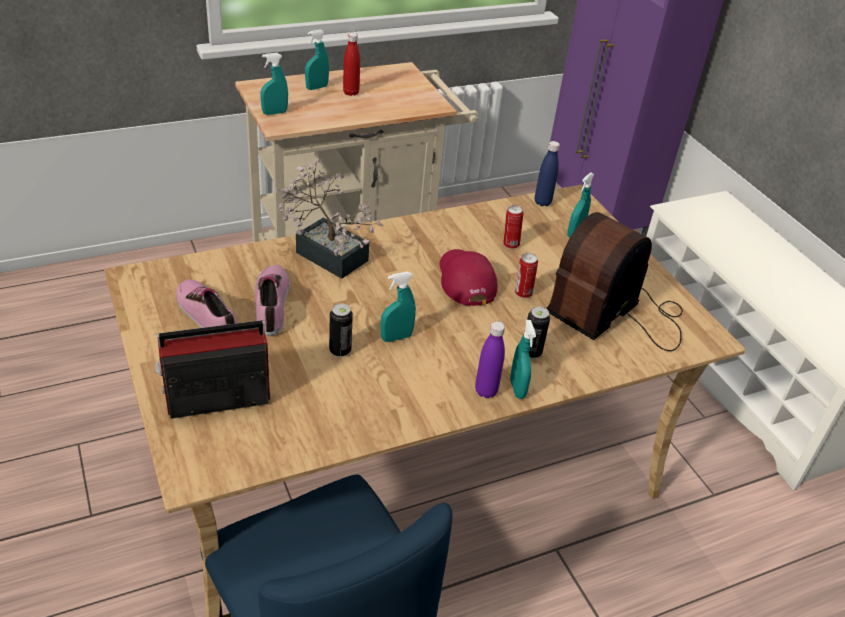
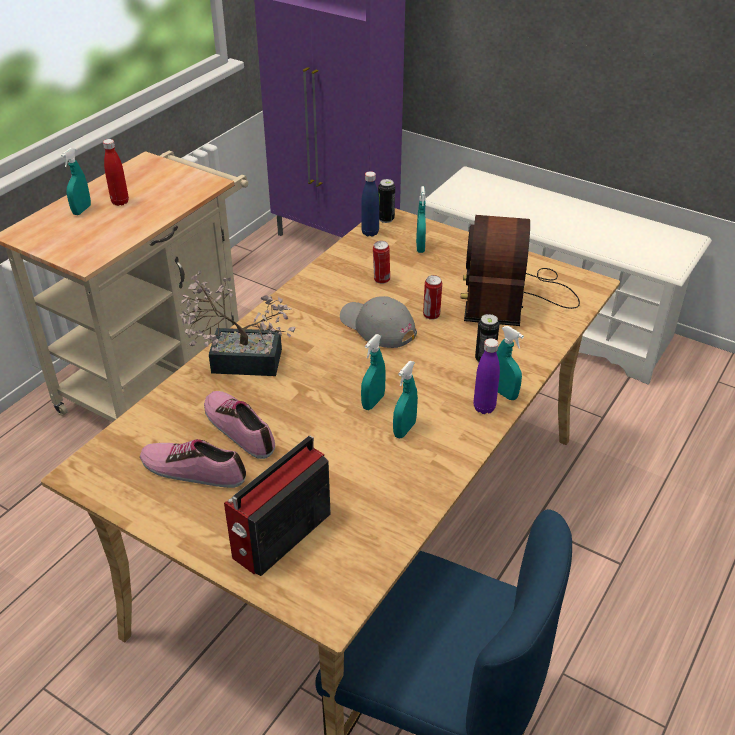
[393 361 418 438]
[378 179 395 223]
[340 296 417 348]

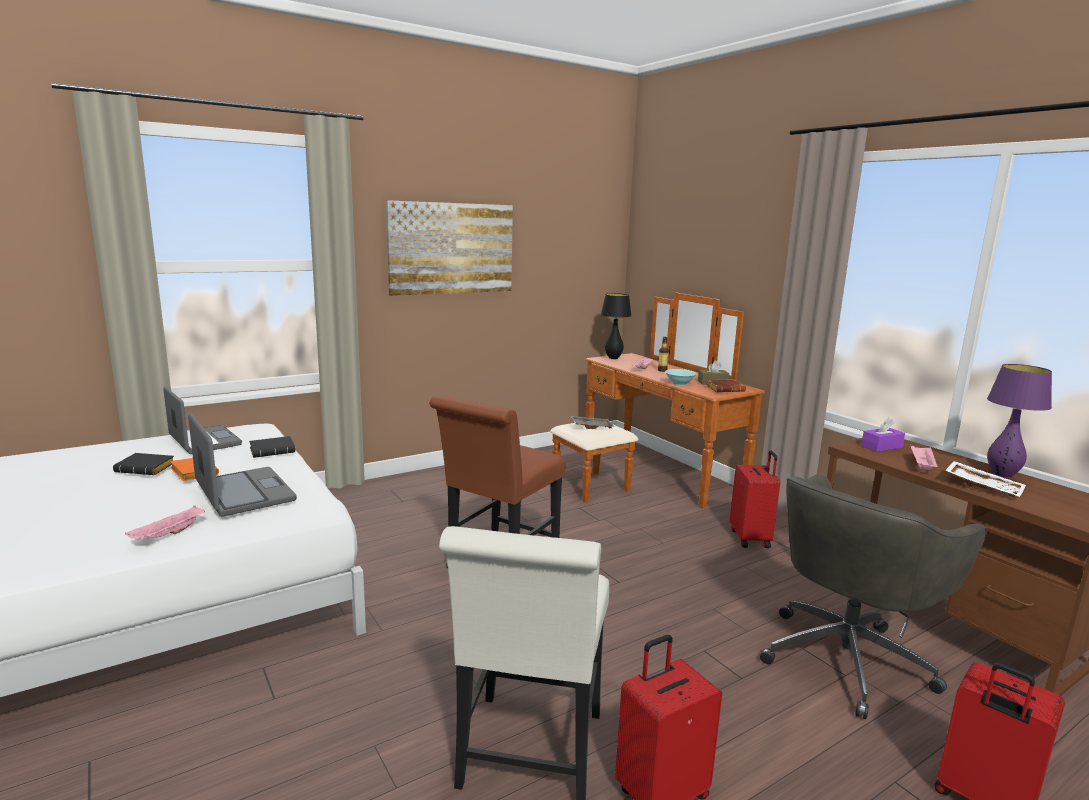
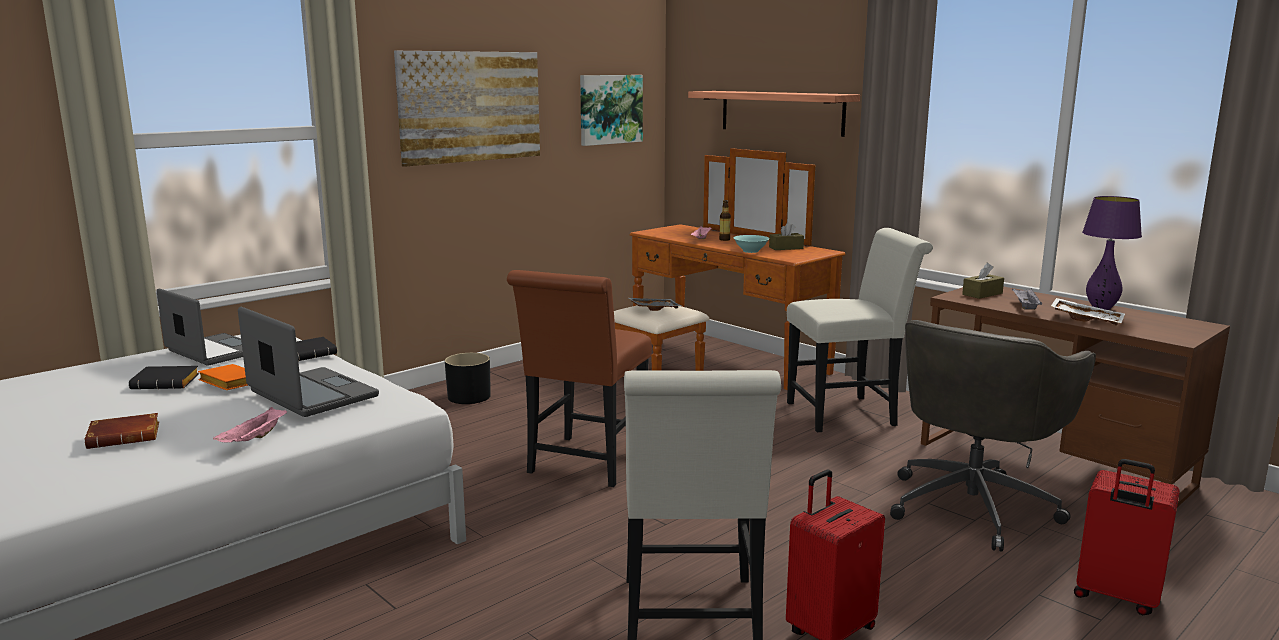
[601 293 632 359] (first image)
[445 353 491 404]
[580 75 643 146]
[688 91 860 137]
[85 413 159 449]
[787 228 933 432]
[962 263 1004 299]
[1012 288 1042 310]

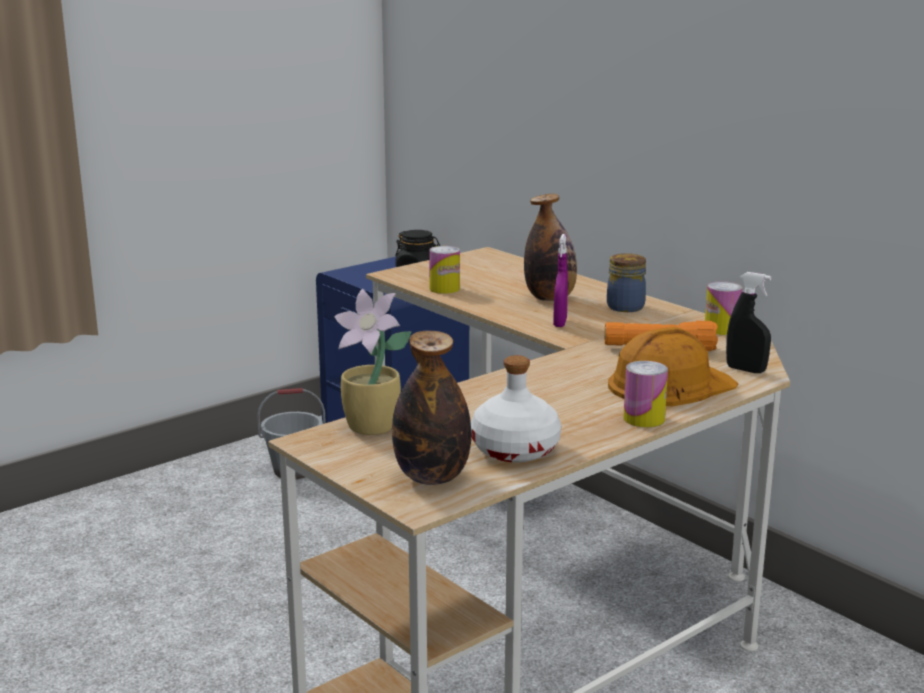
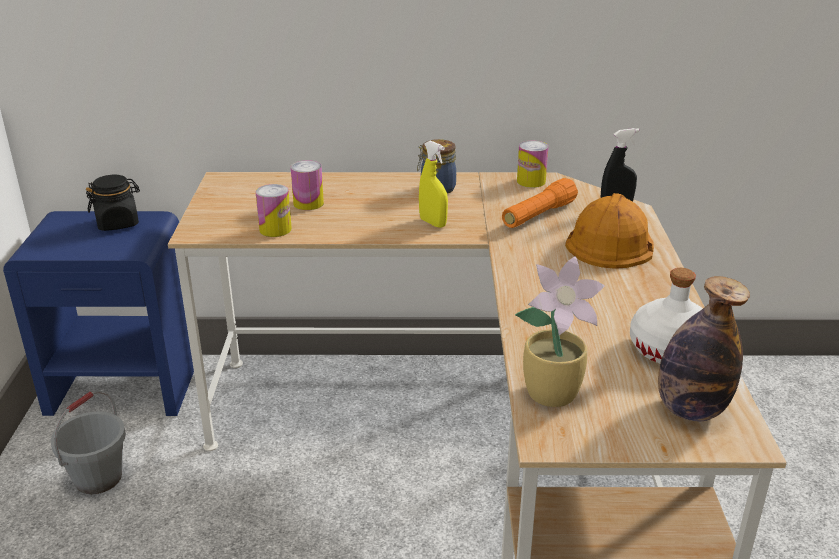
[524 194 577 301] (first image)
[291 160 324 210]
[419 140 448 228]

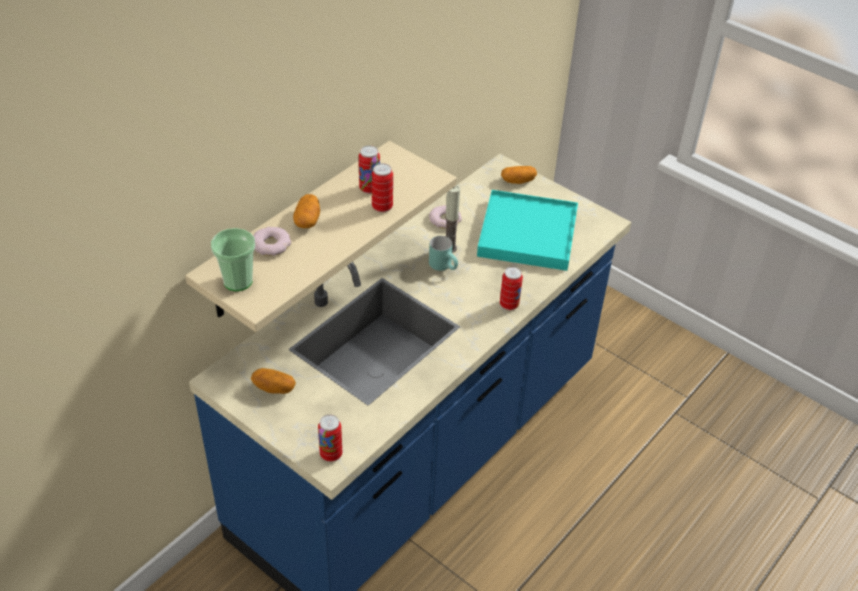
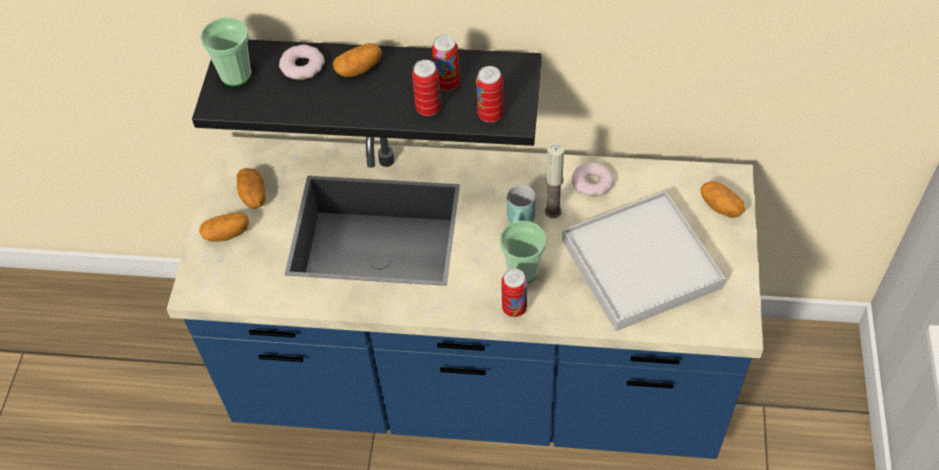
[199 212 249 242]
[500 221 547 283]
[476 66 503 123]
[192 40 542 146]
[562 191 725 331]

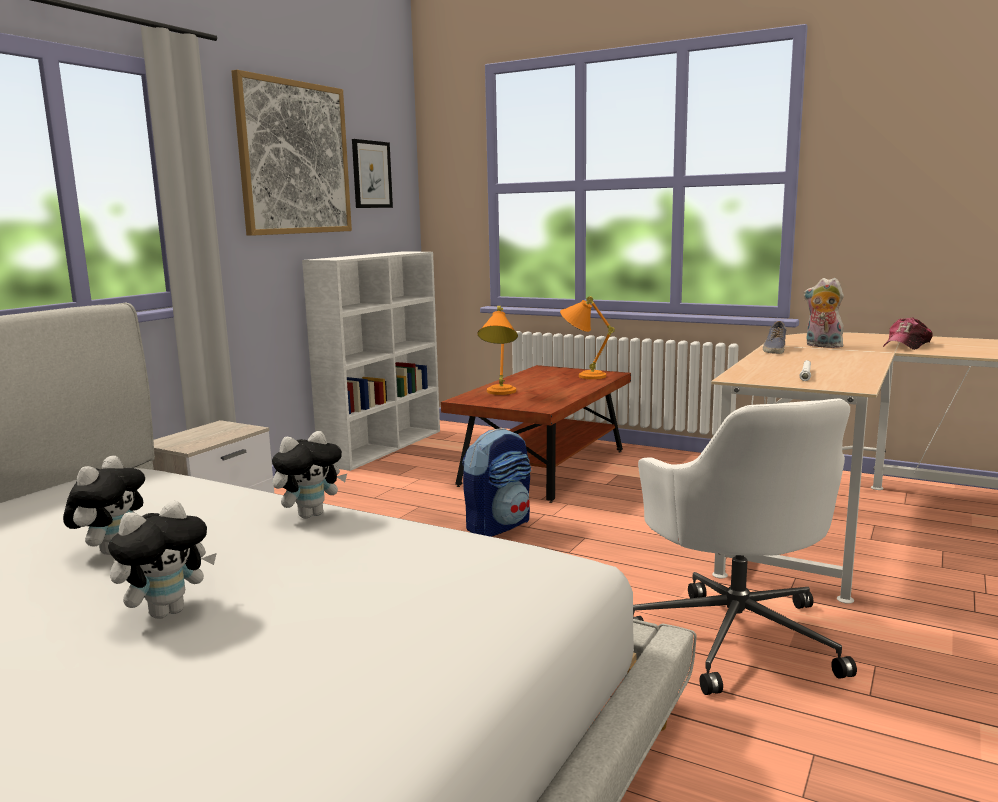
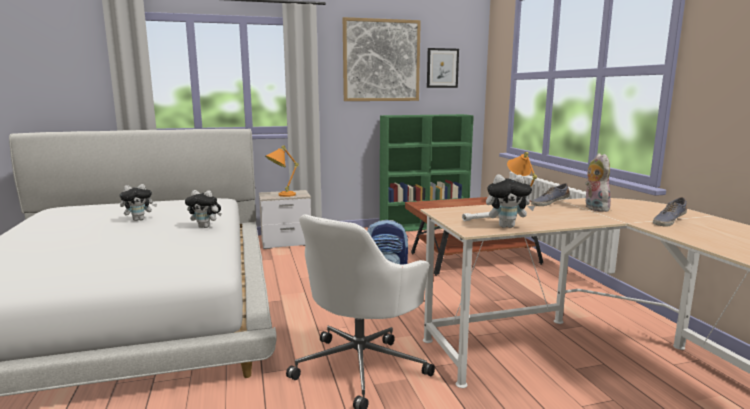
[486 174 535 228]
[265 145 299 197]
[653 197 687 227]
[380 114 474 231]

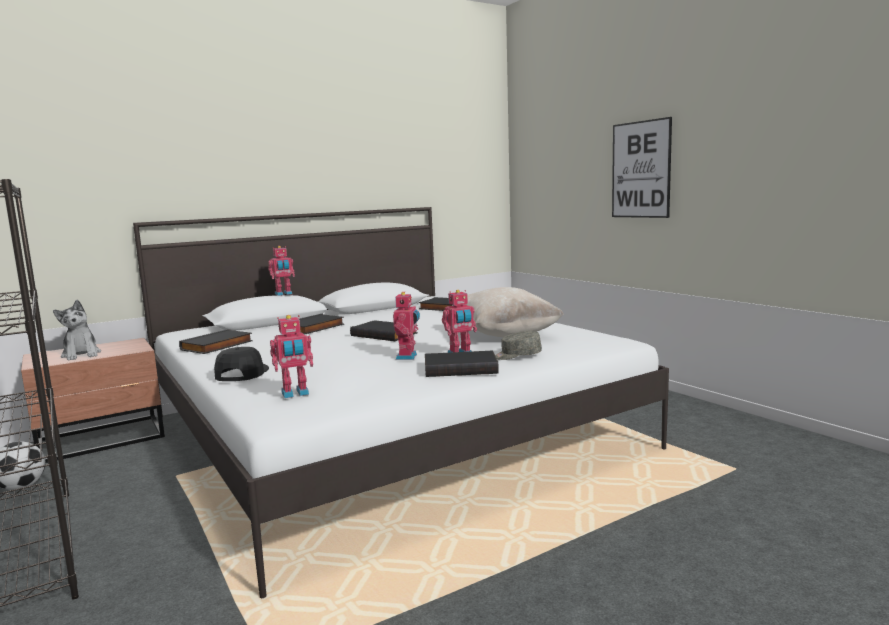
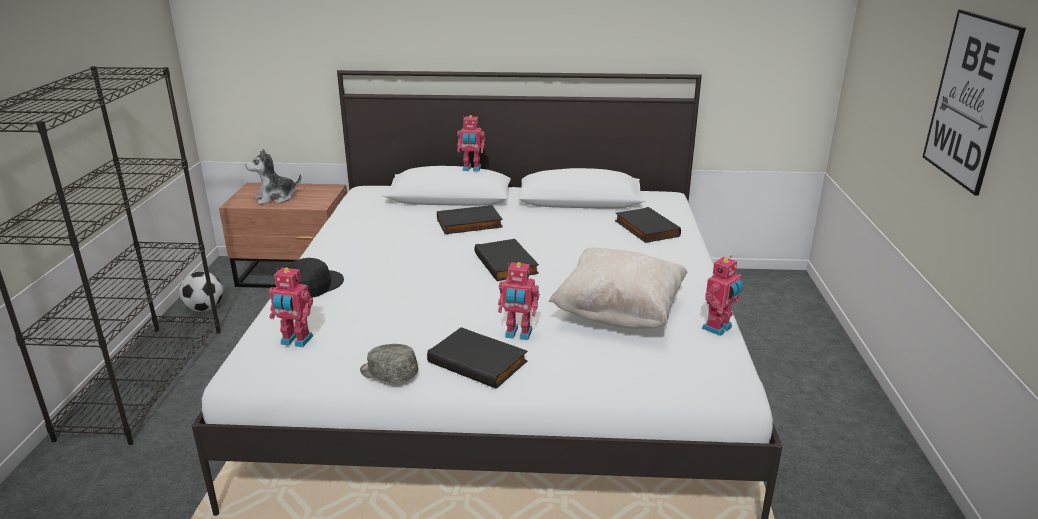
[179 329 253 354] (first image)
[702 256 743 336]
[360 344 418 383]
[246 149 301 205]

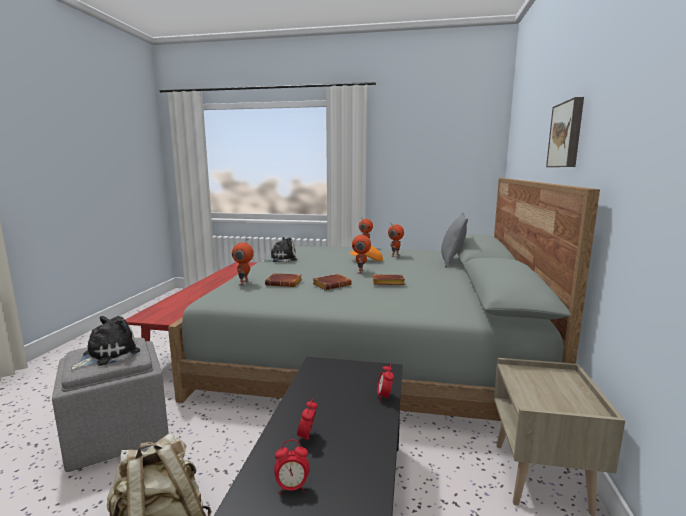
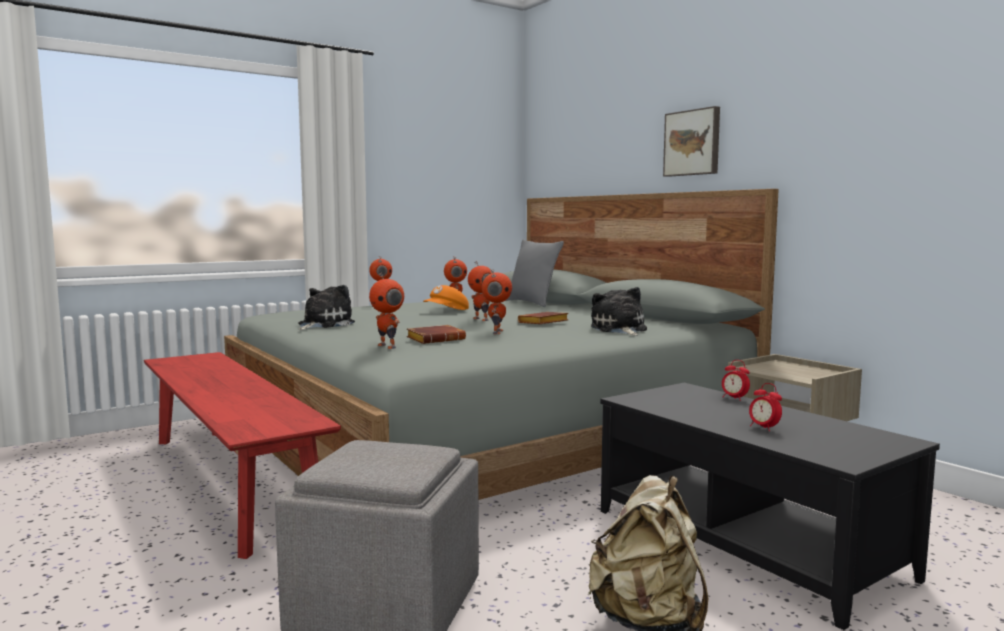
[274 440 310 495] (first image)
[591 287 647 335]
[482 269 512 334]

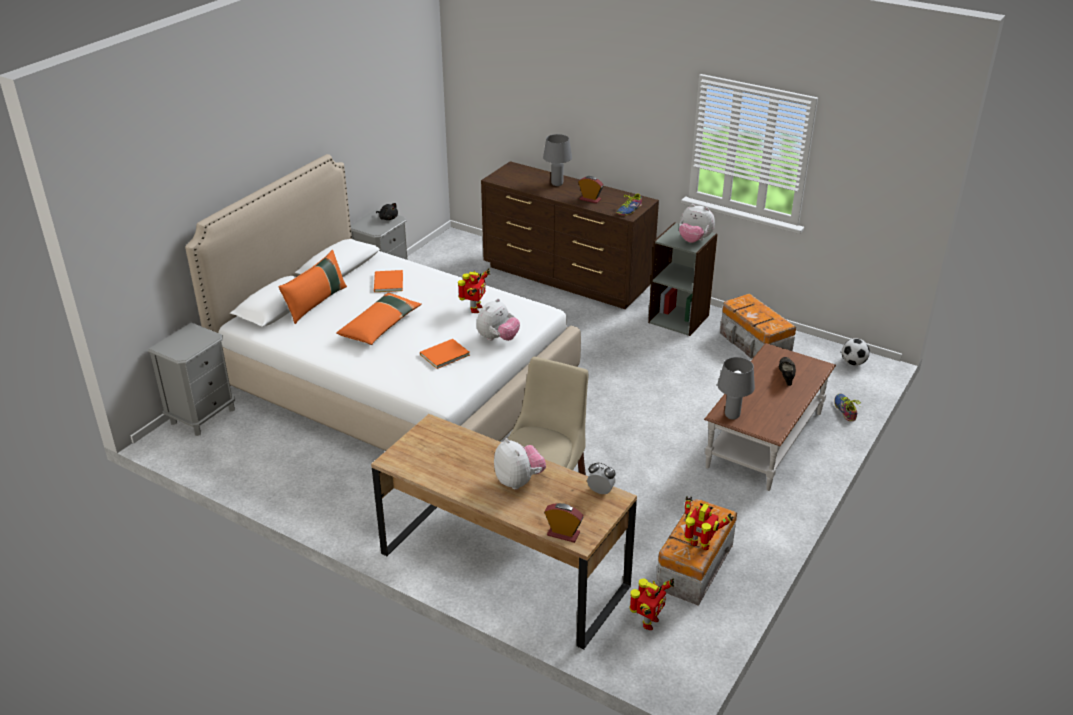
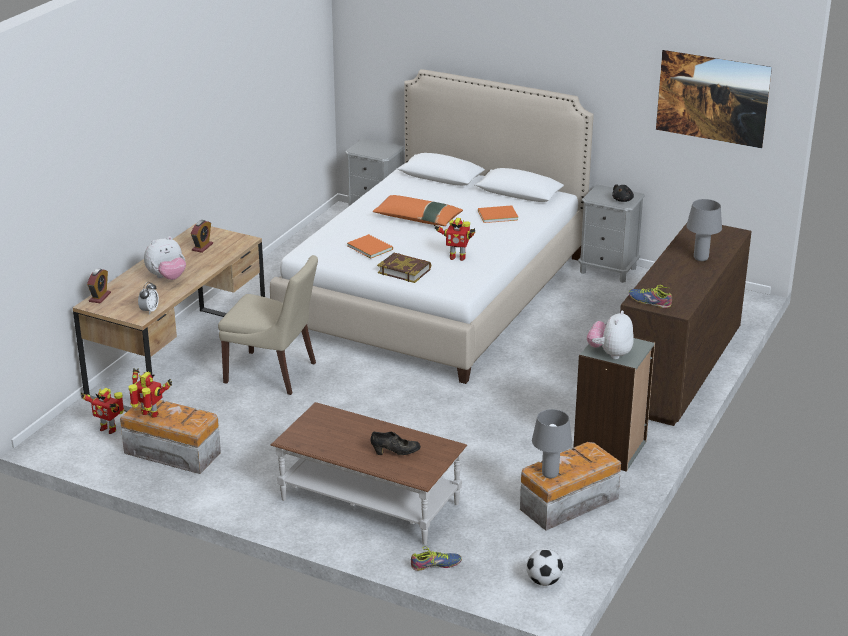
[278 250 347 324] (first image)
[656 50 772 148]
[191 220 213 253]
[532 409 572 479]
[377 253 431 283]
[129 368 172 418]

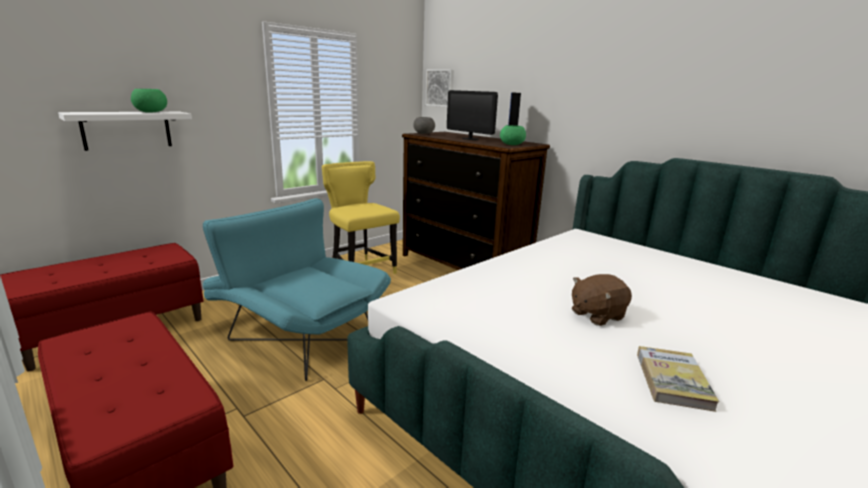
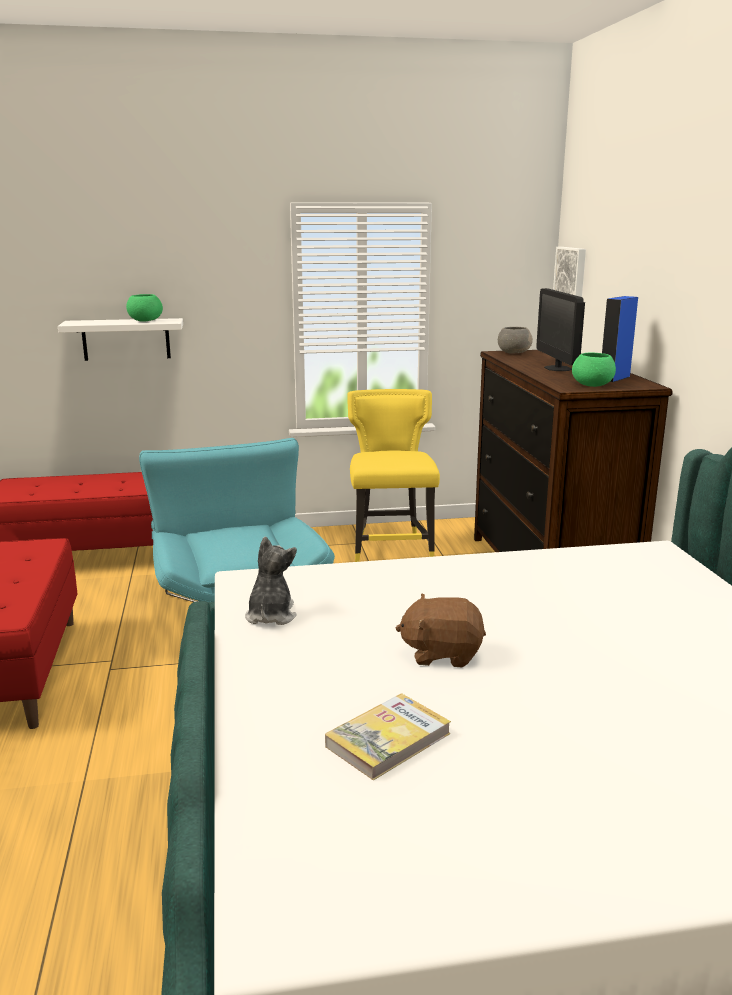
[245 537 297 625]

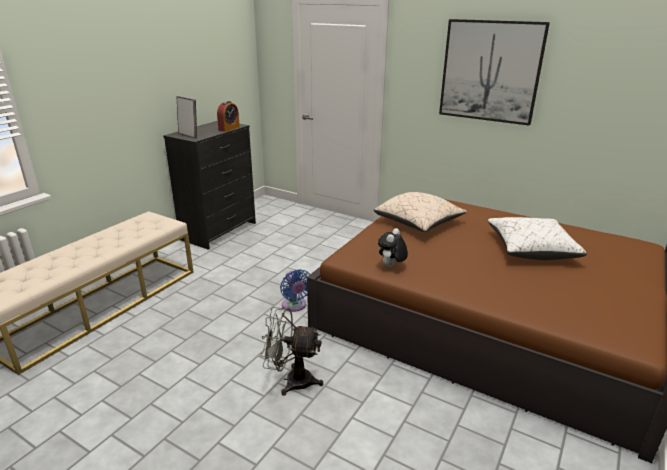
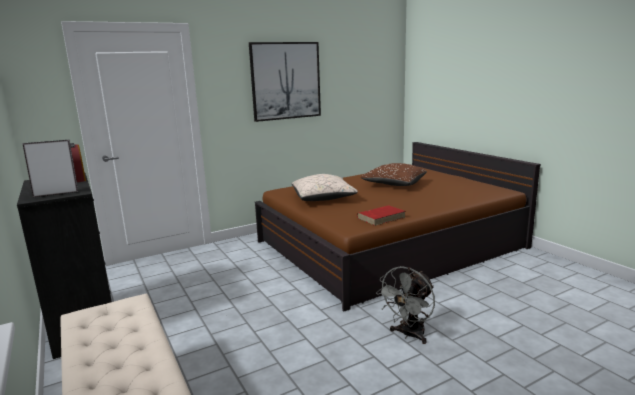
[280 269 310 312] (first image)
[357 205 406 226]
[361 163 427 186]

